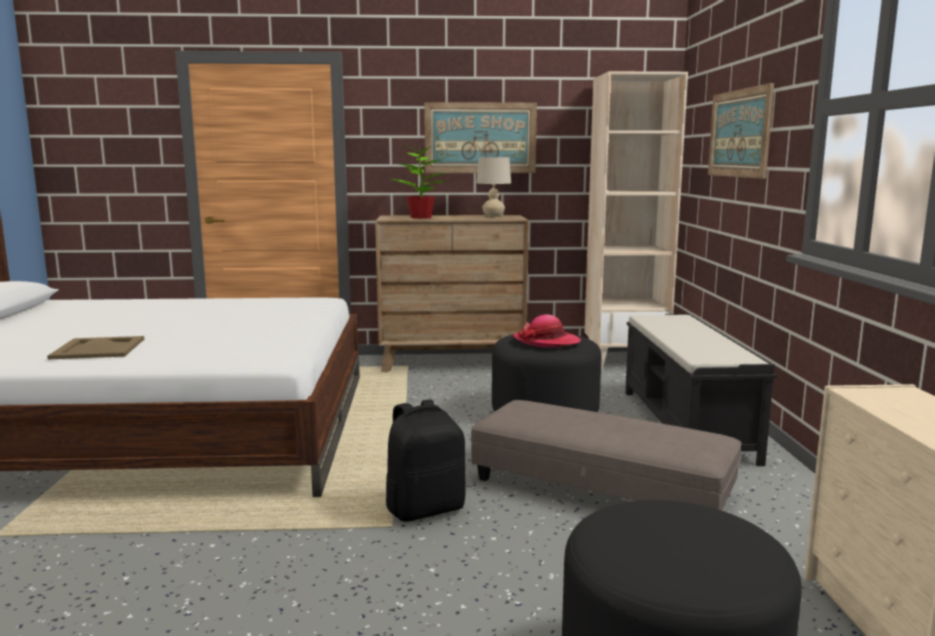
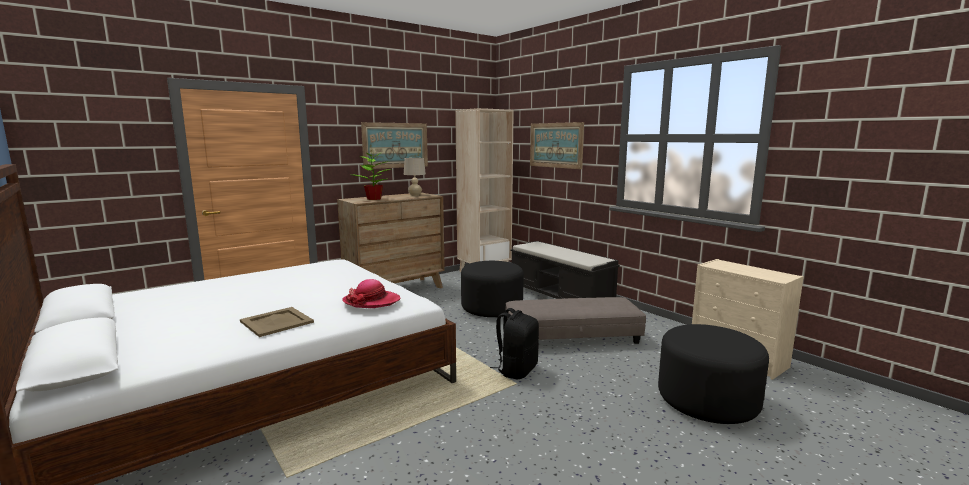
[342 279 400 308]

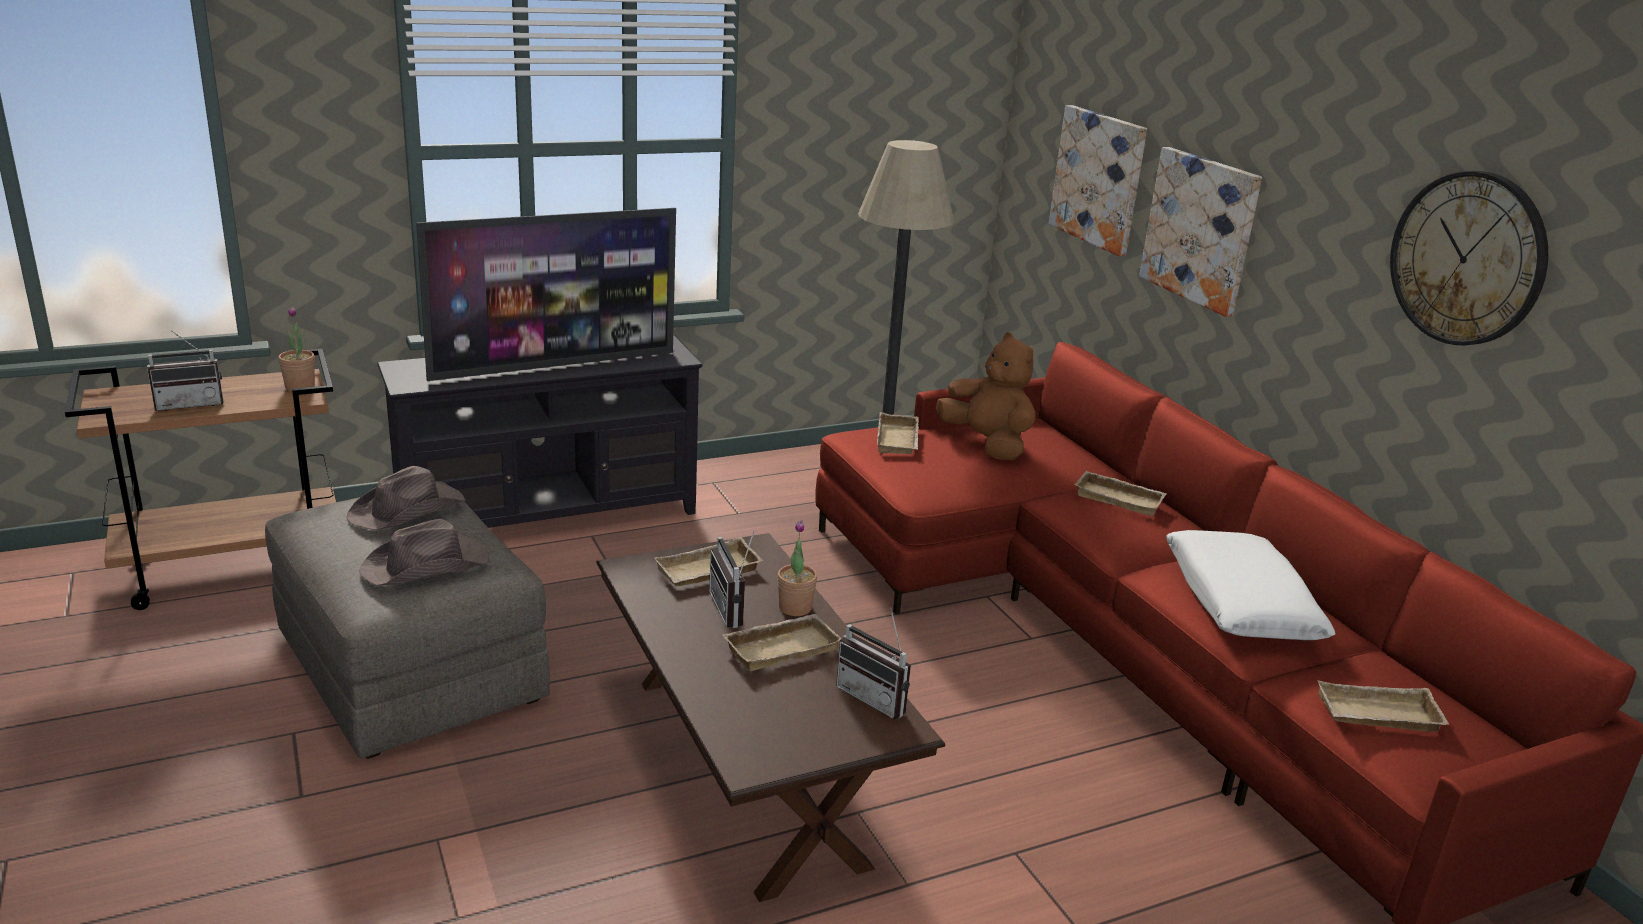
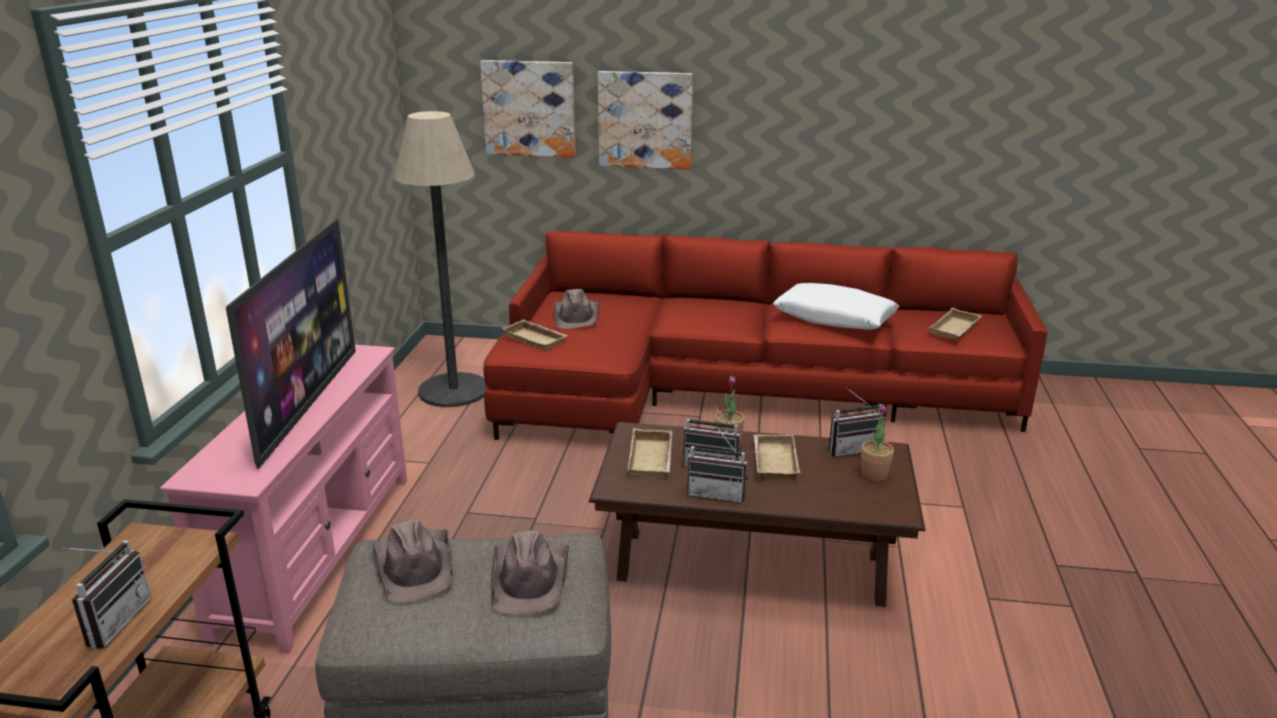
[1074 471 1167 516] (first image)
[1390 171 1548 345] (first image)
[687 426 748 502]
[861 404 894 482]
[554 289 600 329]
[160 345 407 653]

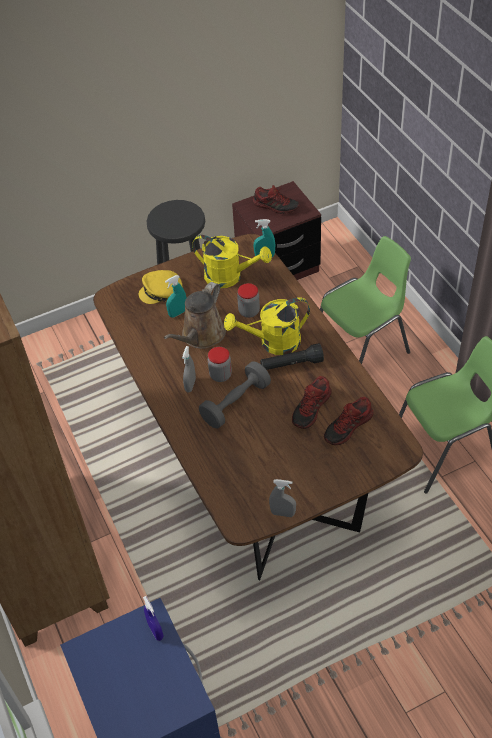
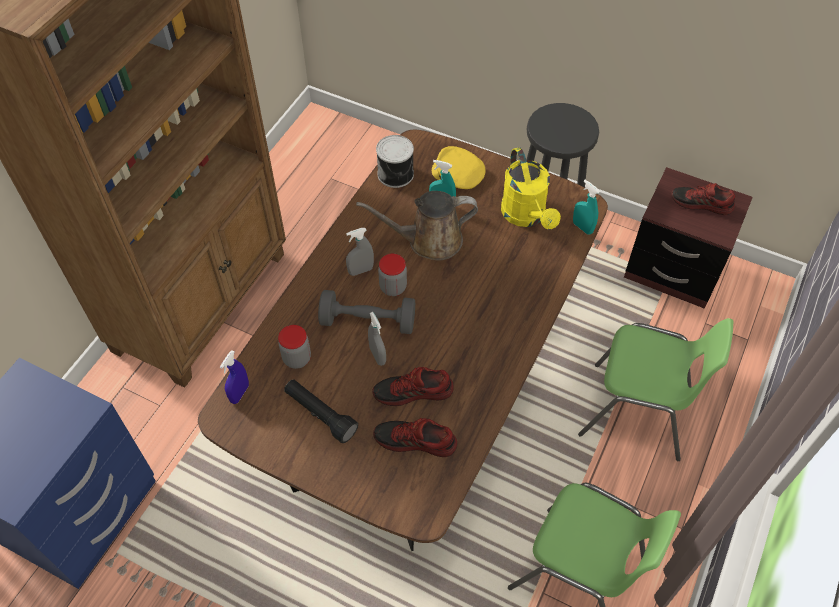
[224 297 310 355] (first image)
[376 135 414 188]
[220 350 249 404]
[278 325 311 369]
[284 380 358 443]
[368 312 386 366]
[671 183 735 215]

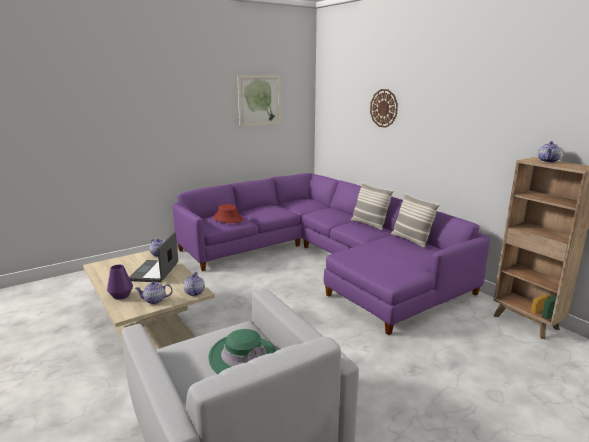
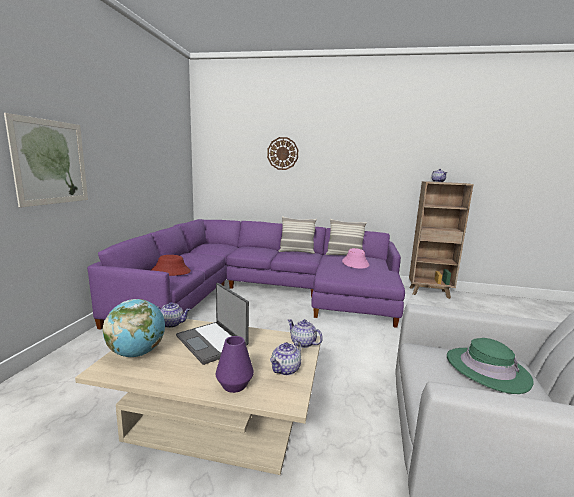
[103 299 165 357]
[342 248 369 269]
[4 113 88 208]

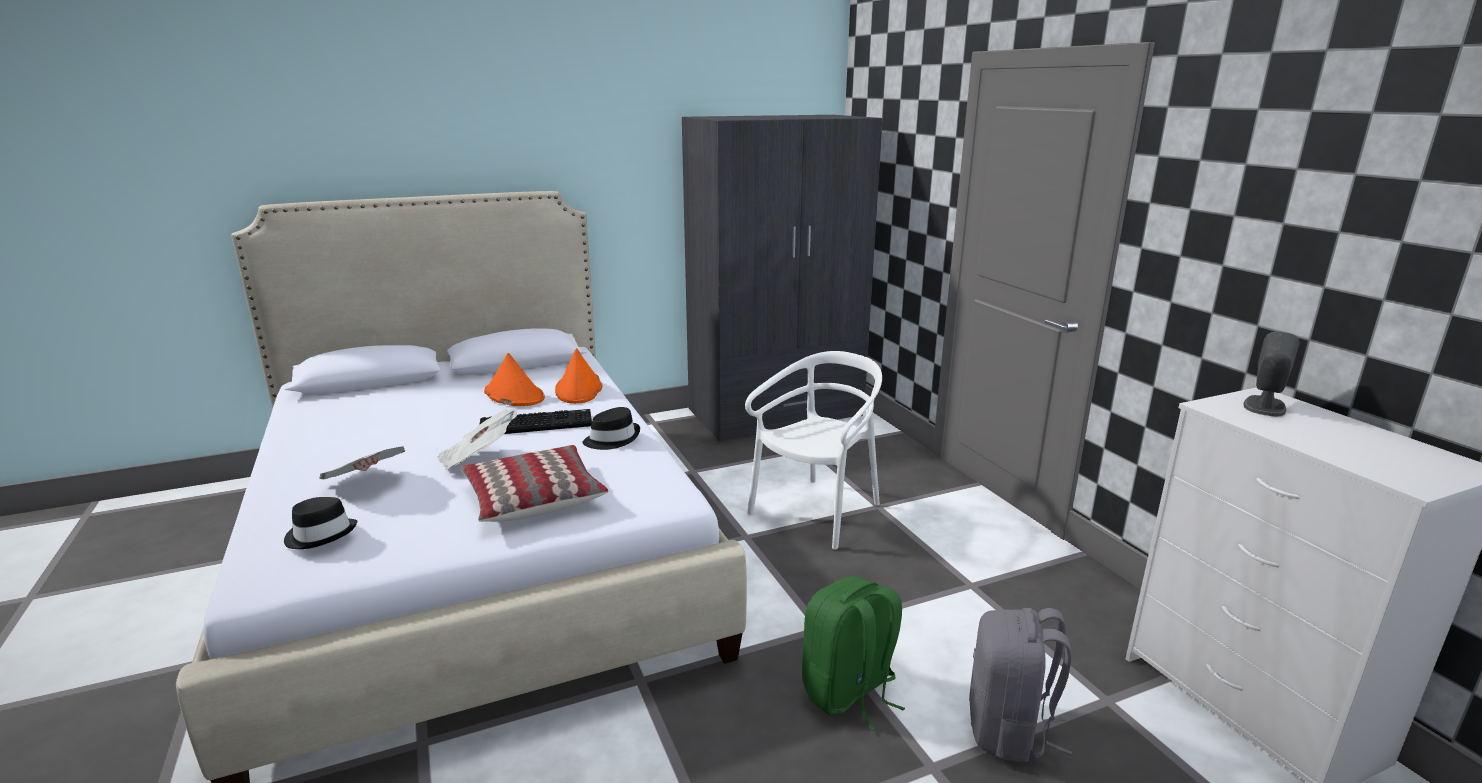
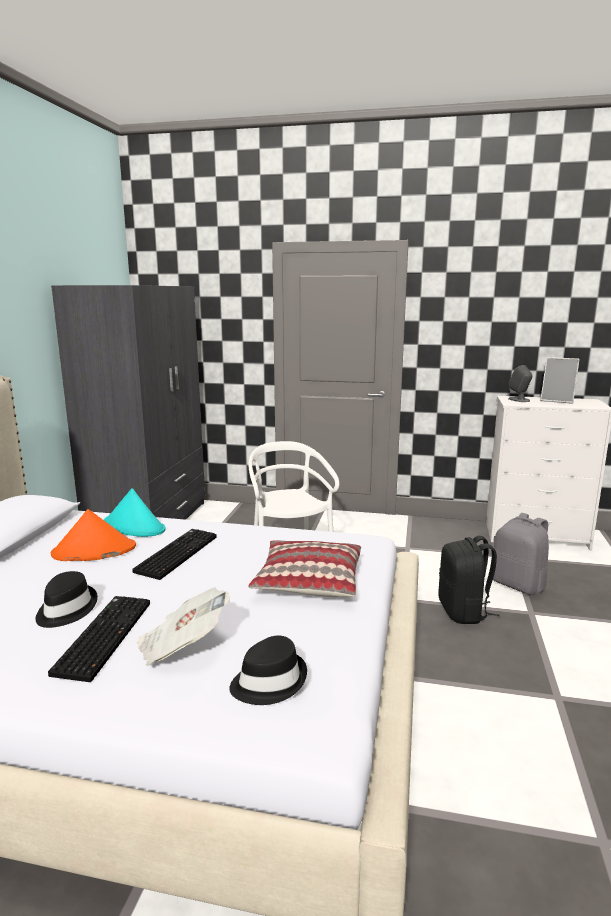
[438 409 517 470] (first image)
[48 596 150 682]
[540 357 580 404]
[35 571 98 628]
[104 488 166 537]
[439 536 500 624]

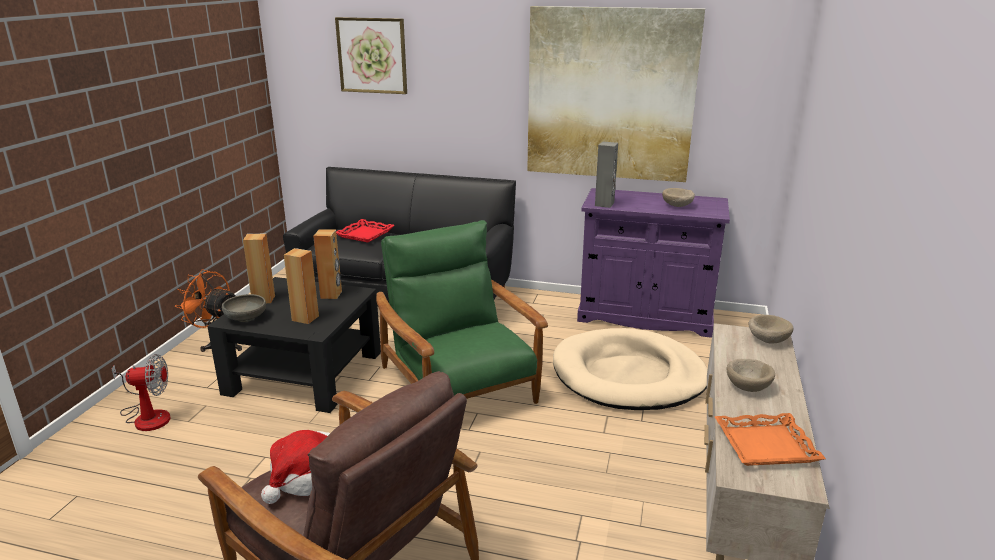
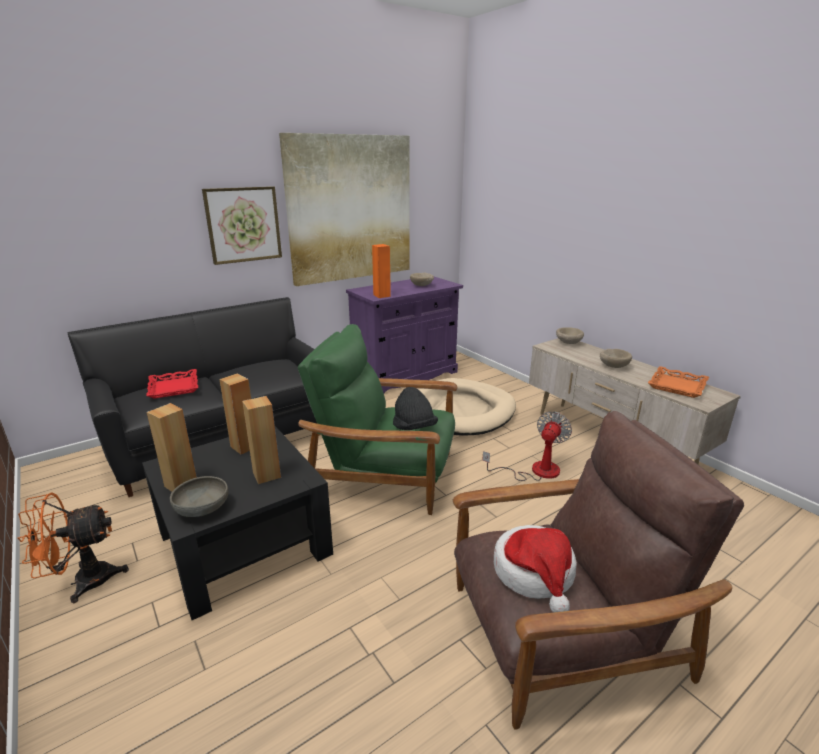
[393 387 438 430]
[482 411 572 481]
[202 186 282 265]
[372 244 391 298]

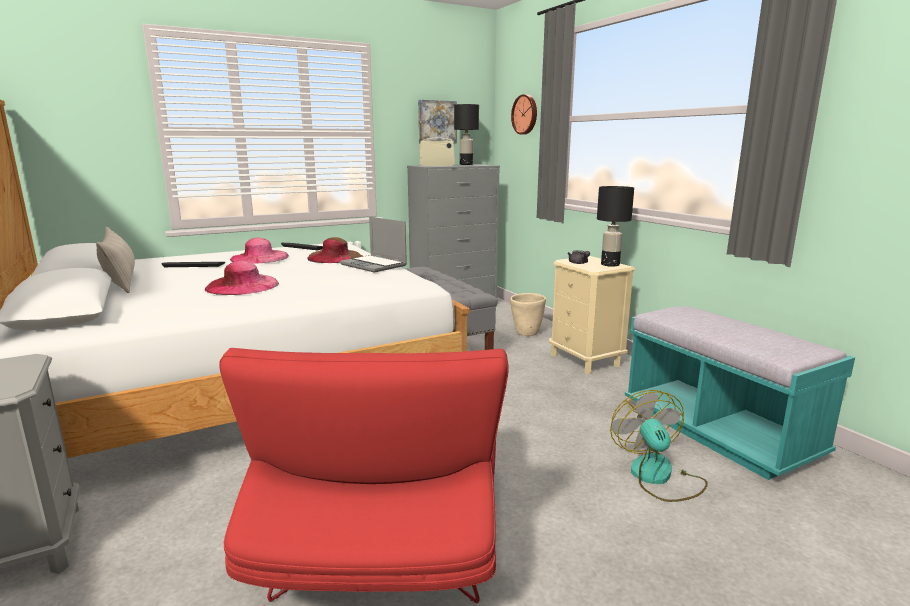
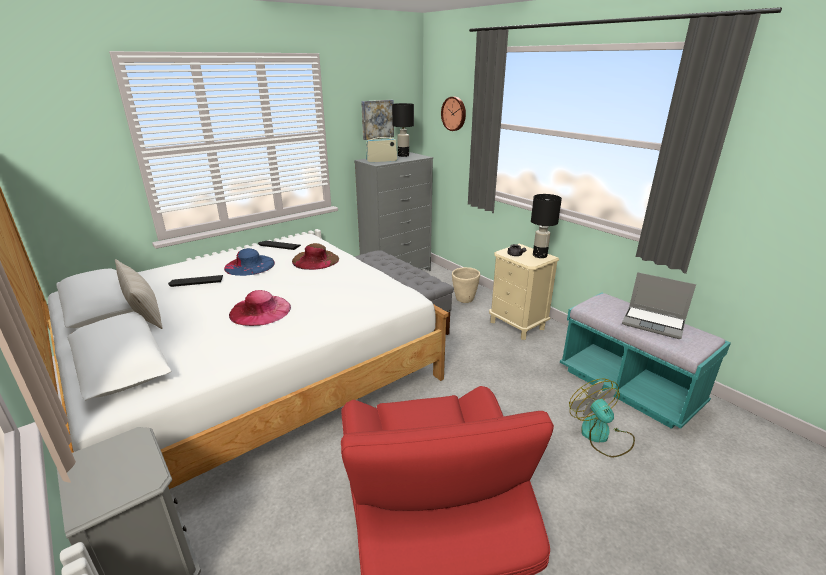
[622 272 696 339]
[224 248 275 276]

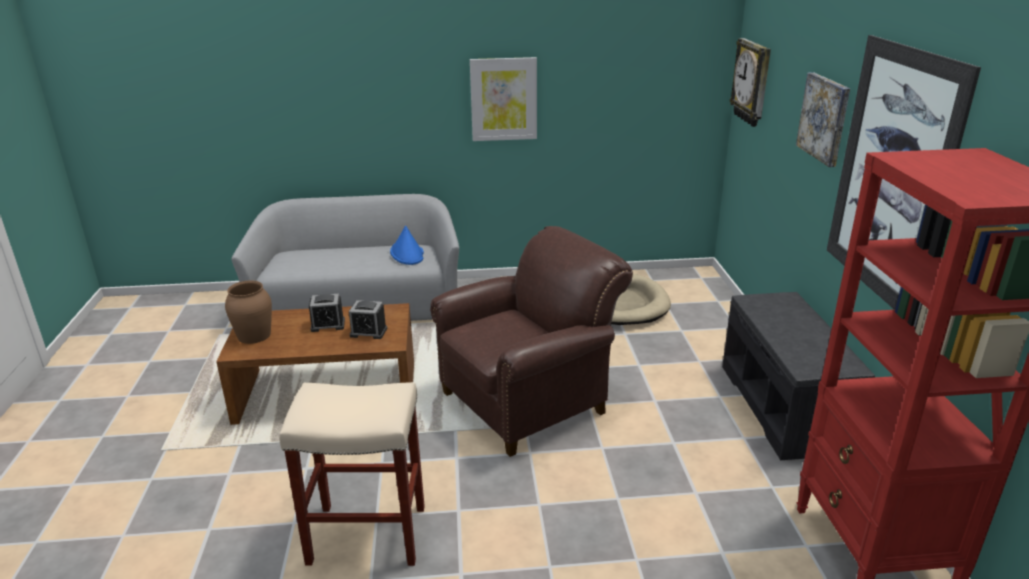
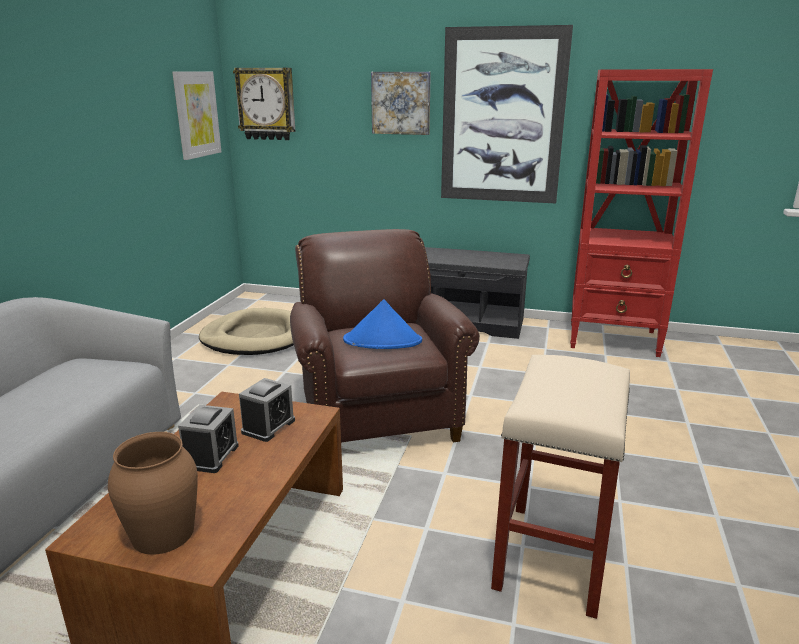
[343 299 422 349]
[172 71 221 160]

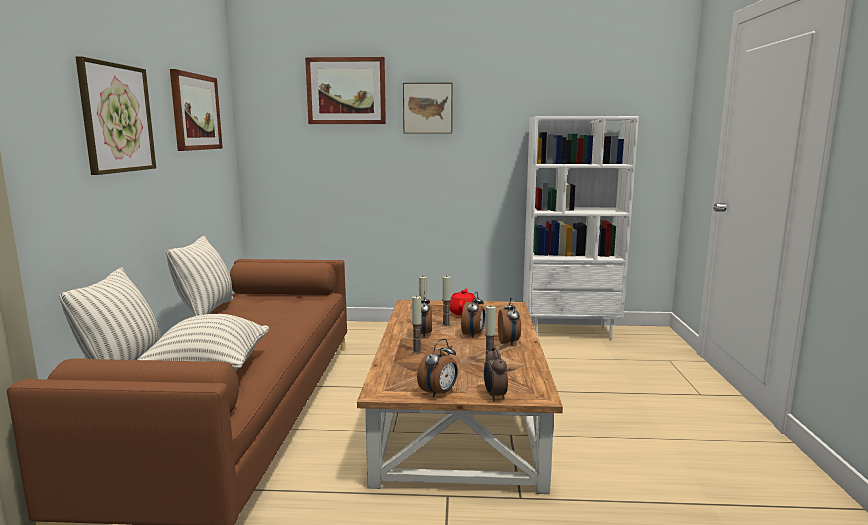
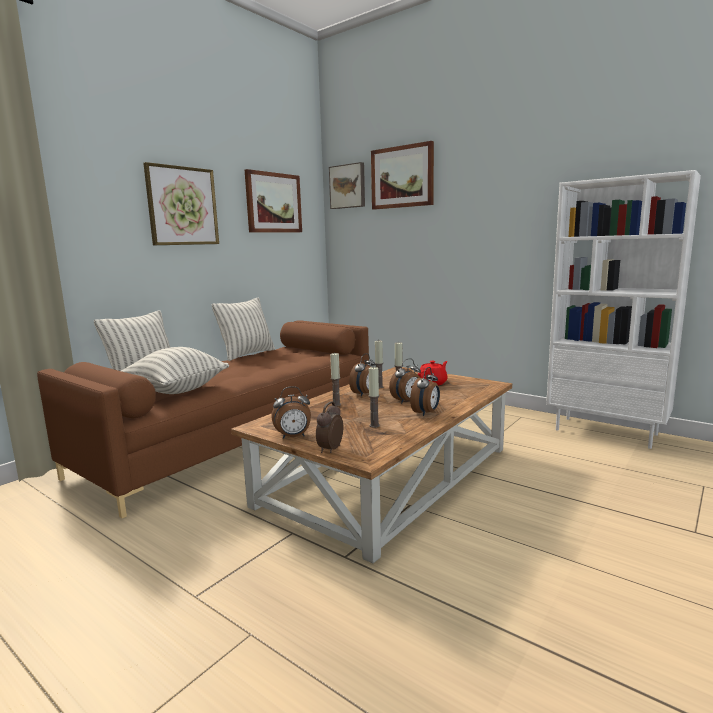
[329 162 365 209]

